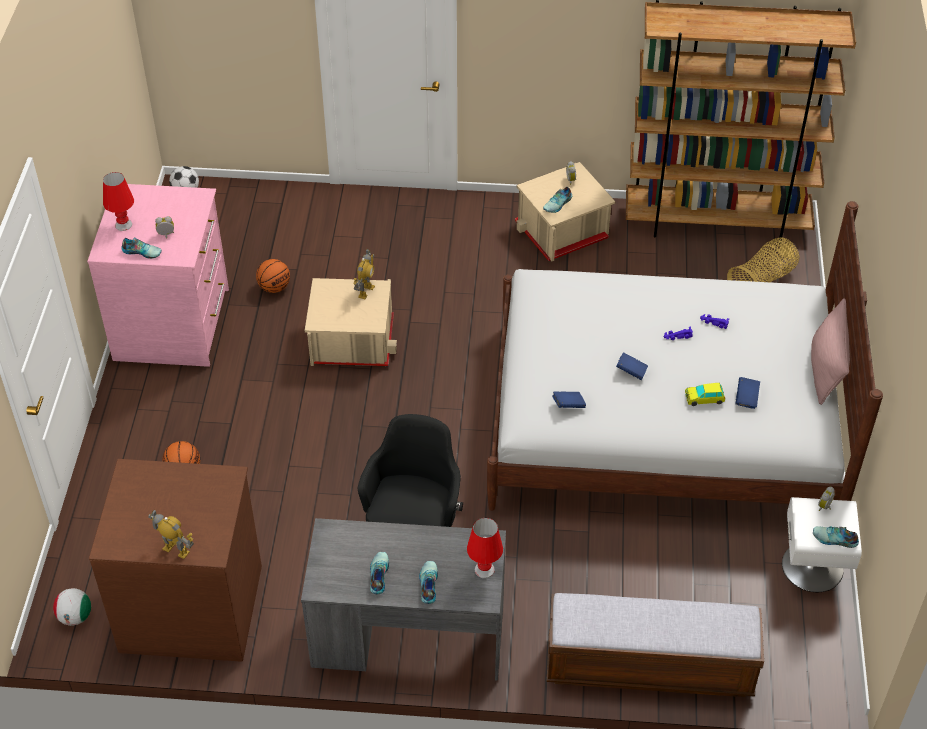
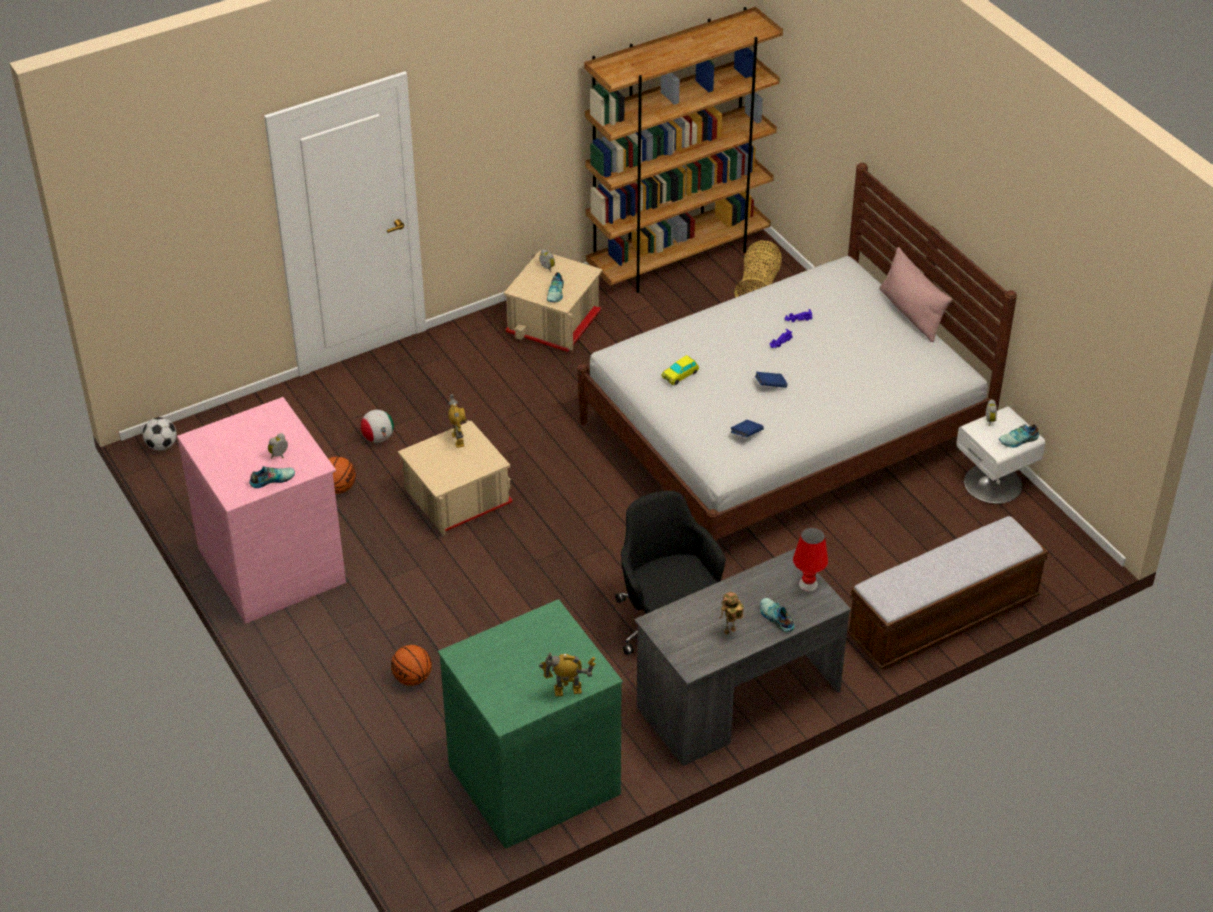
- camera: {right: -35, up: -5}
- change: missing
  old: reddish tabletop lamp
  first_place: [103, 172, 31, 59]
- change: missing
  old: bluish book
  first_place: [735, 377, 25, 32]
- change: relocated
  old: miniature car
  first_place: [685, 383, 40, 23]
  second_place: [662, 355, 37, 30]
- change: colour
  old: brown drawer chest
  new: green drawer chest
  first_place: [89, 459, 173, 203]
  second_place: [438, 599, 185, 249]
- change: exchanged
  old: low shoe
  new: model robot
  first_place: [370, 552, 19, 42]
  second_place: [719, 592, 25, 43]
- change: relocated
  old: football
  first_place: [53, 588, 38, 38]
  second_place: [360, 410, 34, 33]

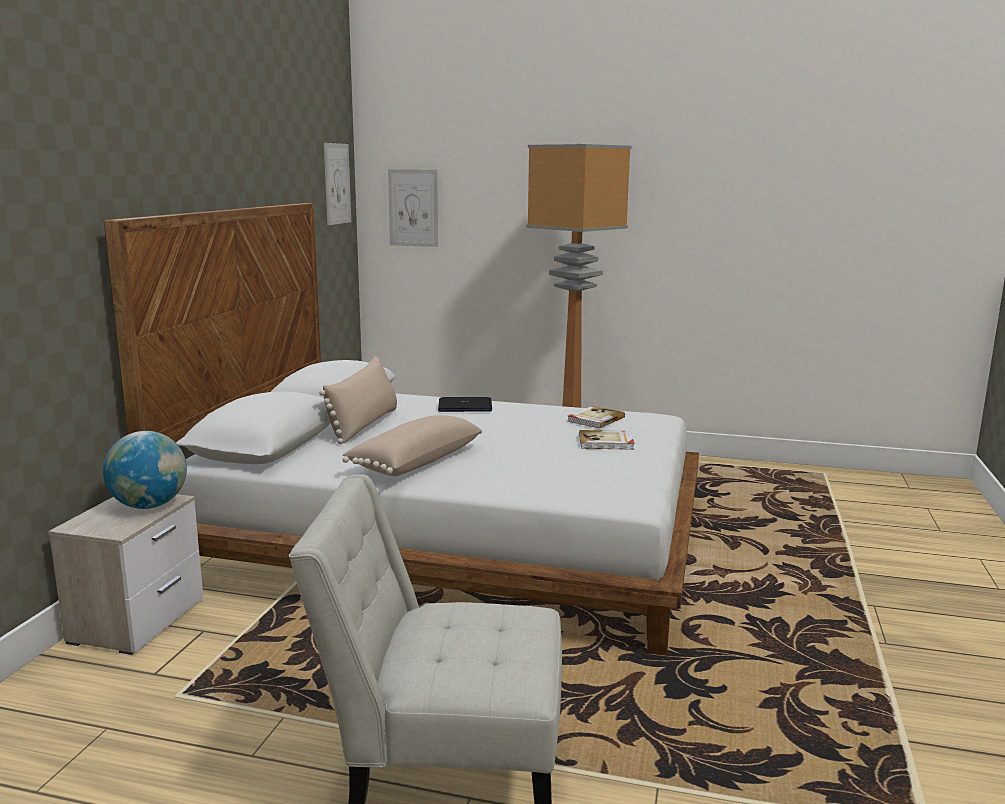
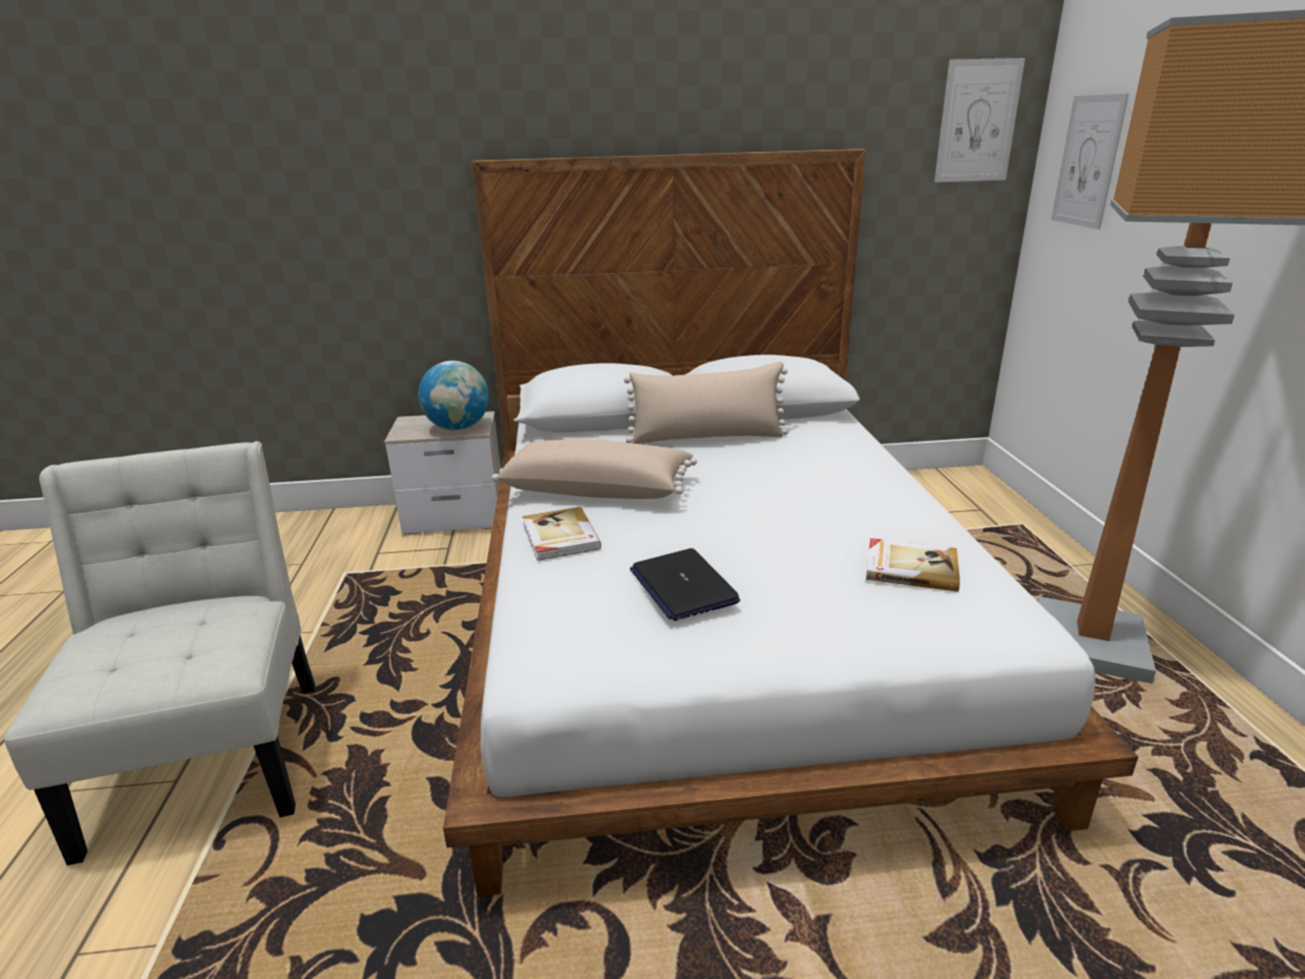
- camera: {right: 70, up: 10}
- change: relocated
  old: laptop
  first_place: [438, 397, 54, 15]
  second_place: [630, 548, 110, 73]
- change: relocated
  old: book
  first_place: [579, 430, 55, 20]
  second_place: [523, 507, 78, 54]

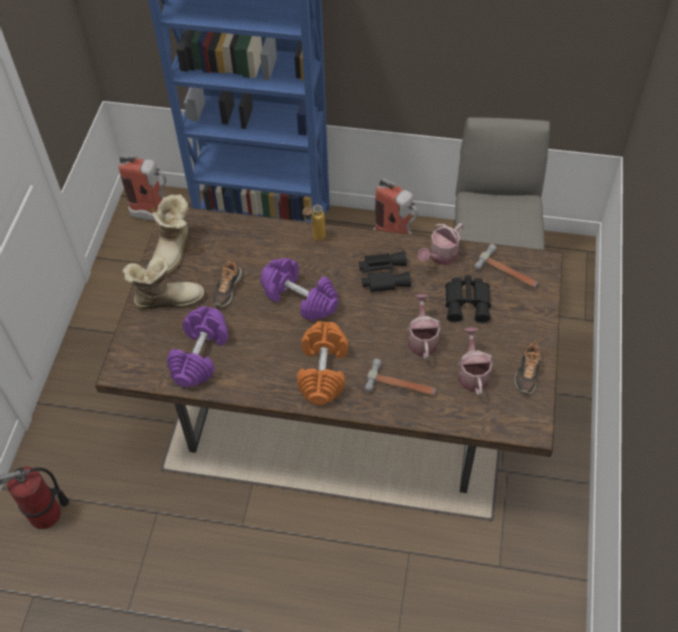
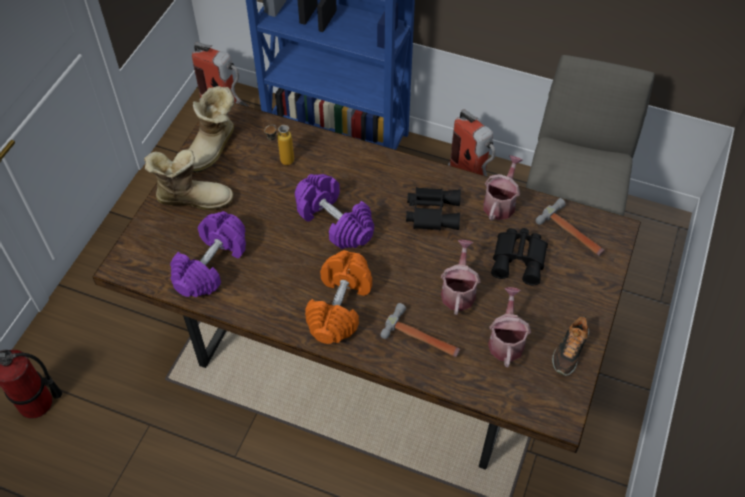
- camera: {right: 10, up: 0}
- change: relocated
  old: bottle
  first_place: [303, 205, 22, 36]
  second_place: [264, 125, 30, 40]
- change: spun
  old: watering pot
  first_place: [418, 223, 46, 42]
  second_place: [483, 155, 40, 66]
  degrees: 150
- change: missing
  old: low shoe
  first_place: [212, 259, 30, 48]

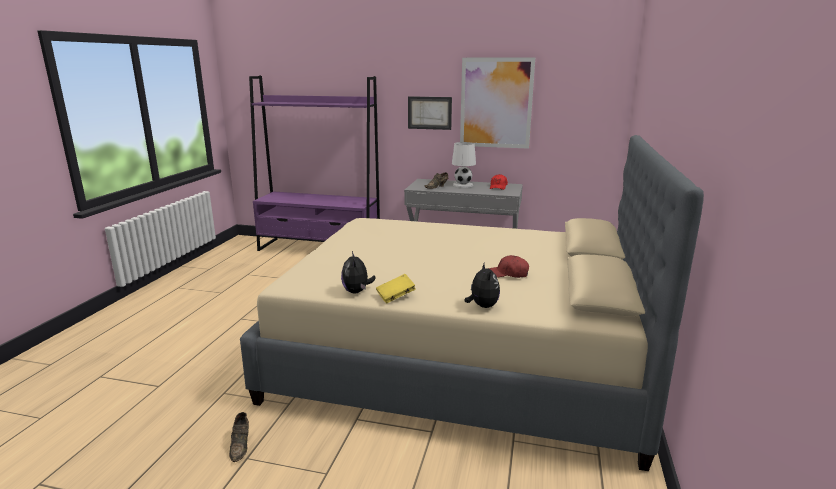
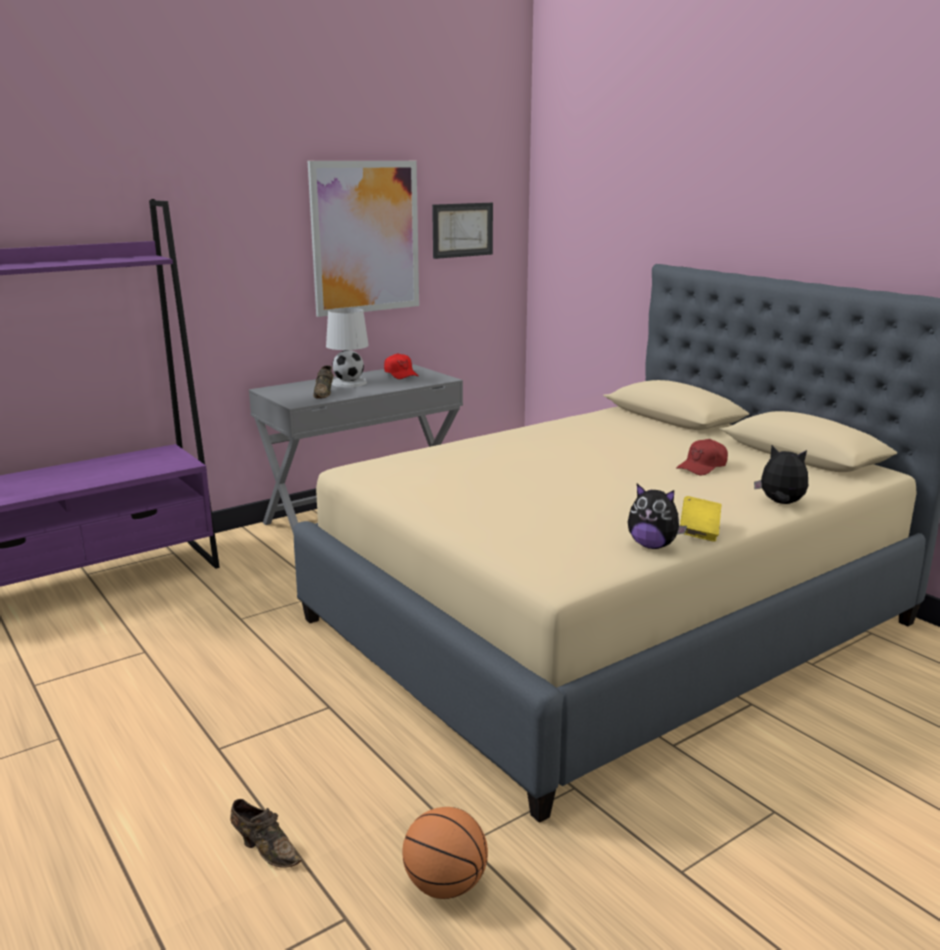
- camera: {right: -50, up: 0}
- change: relocated
  old: picture
  first_place: [408, 96, 44, 34]
  second_place: [432, 203, 61, 56]
- change: relocated
  old: brown low shoe
  first_place: [229, 412, 20, 50]
  second_place: [230, 799, 71, 69]
- change: appeared
  new: basketball
  second_place: [402, 807, 86, 92]

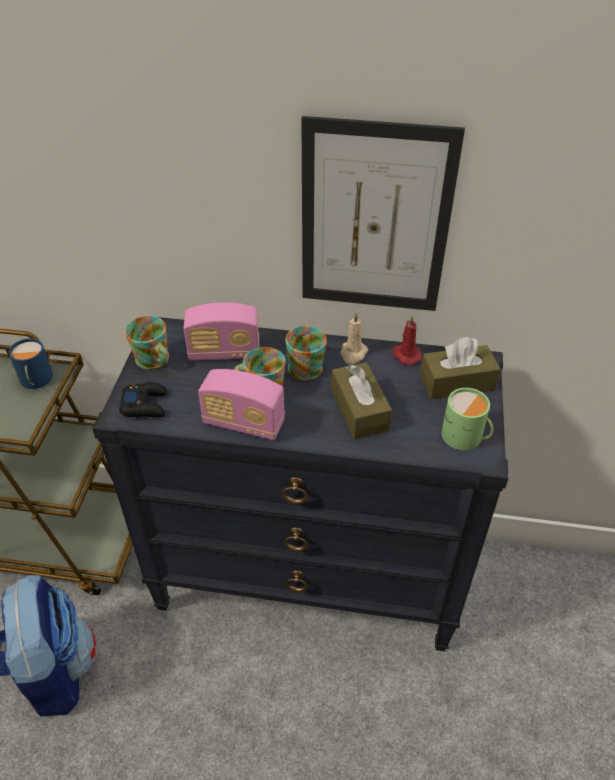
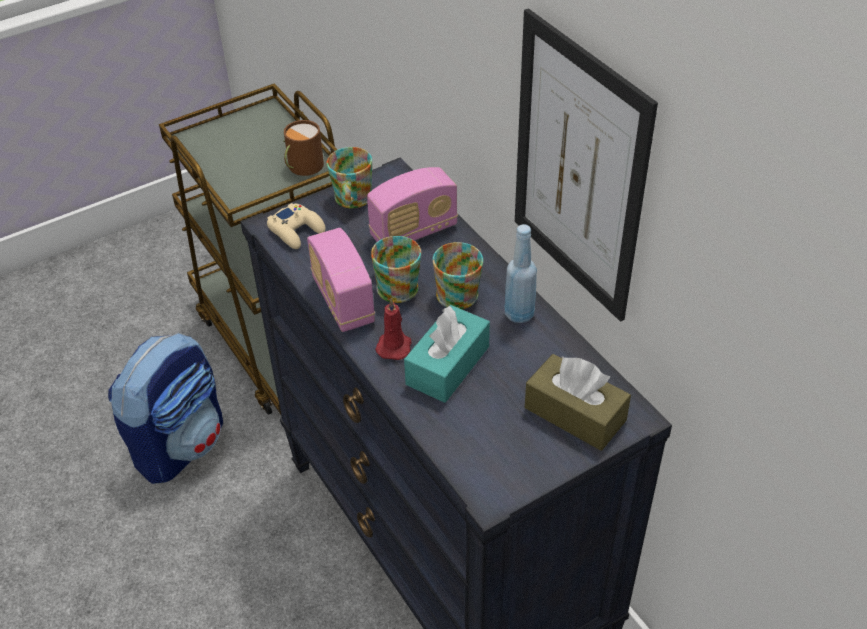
- camera: {right: 50, up: 0}
- change: spun
  old: radio receiver
  first_place: [184, 302, 75, 58]
  second_place: [367, 167, 91, 75]
  degrees: -75
- change: exchanged
  old: beige wax light
  new: bluish bottle
  first_place: [340, 313, 28, 52]
  second_place: [504, 224, 33, 99]
- change: relocated
  old: reddish wax light
  first_place: [393, 315, 29, 50]
  second_place: [375, 298, 36, 62]
- change: colour
  old: bluish mug
  new: brown mug
  first_place: [9, 338, 44, 51]
  second_place: [283, 120, 41, 56]
- change: colour
  old: brown tissue holder
  new: turquoise tissue holder
  first_place: [331, 362, 61, 77]
  second_place: [404, 305, 86, 98]
- change: colour
  old: black gamepad
  new: beige gamepad
  first_place: [119, 382, 48, 36]
  second_place: [267, 203, 59, 46]
- change: missing
  old: green mug
  first_place: [442, 388, 52, 62]

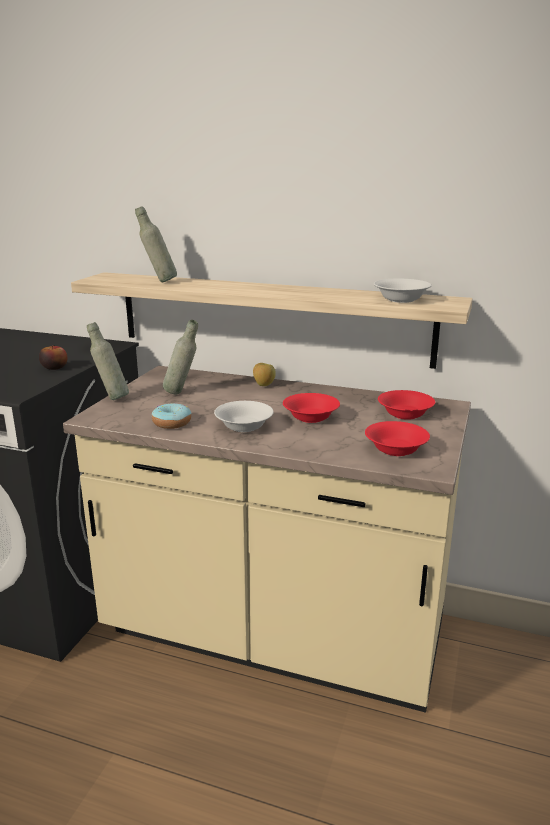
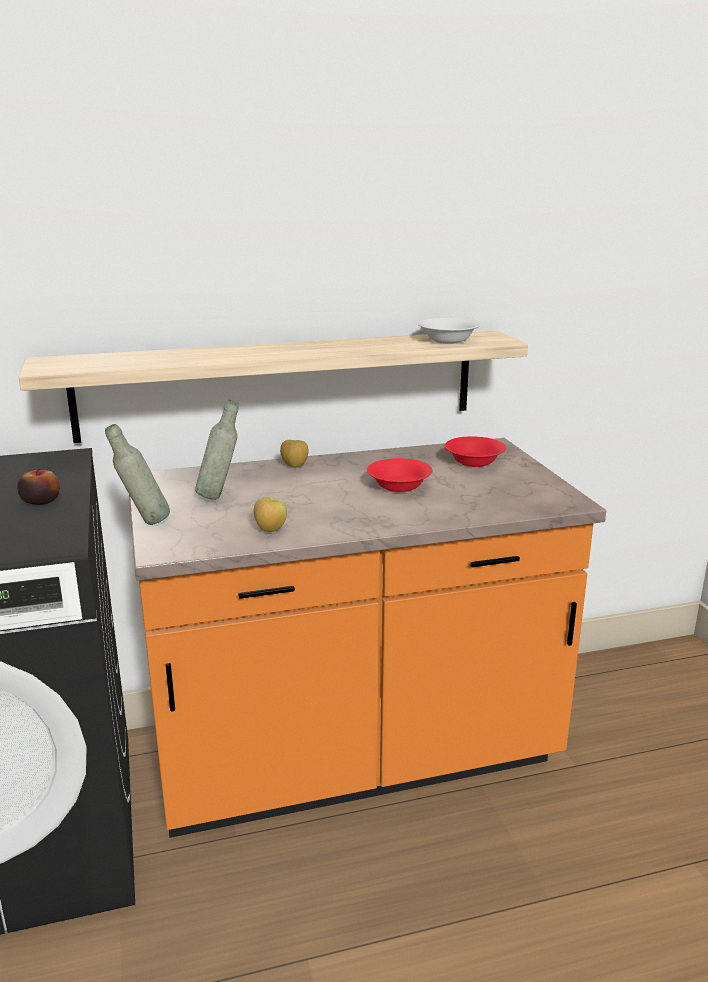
- camera: {right: -35, up: 0}
- change: missing
  old: grey bottle
  first_place: [135, 206, 42, 76]
- change: colour
  old: beige counter
  new: orange-coloured counter
  first_place: [63, 366, 408, 347]
  second_place: [129, 438, 477, 400]
- change: missing
  old: whitish deep dish
  first_place: [214, 401, 60, 31]
- change: exchanged
  old: donut
  new: apple fruit
  first_place: [152, 403, 39, 26]
  second_place: [254, 497, 33, 35]
- change: missing
  old: reddish deep dish
  first_place: [365, 421, 65, 35]

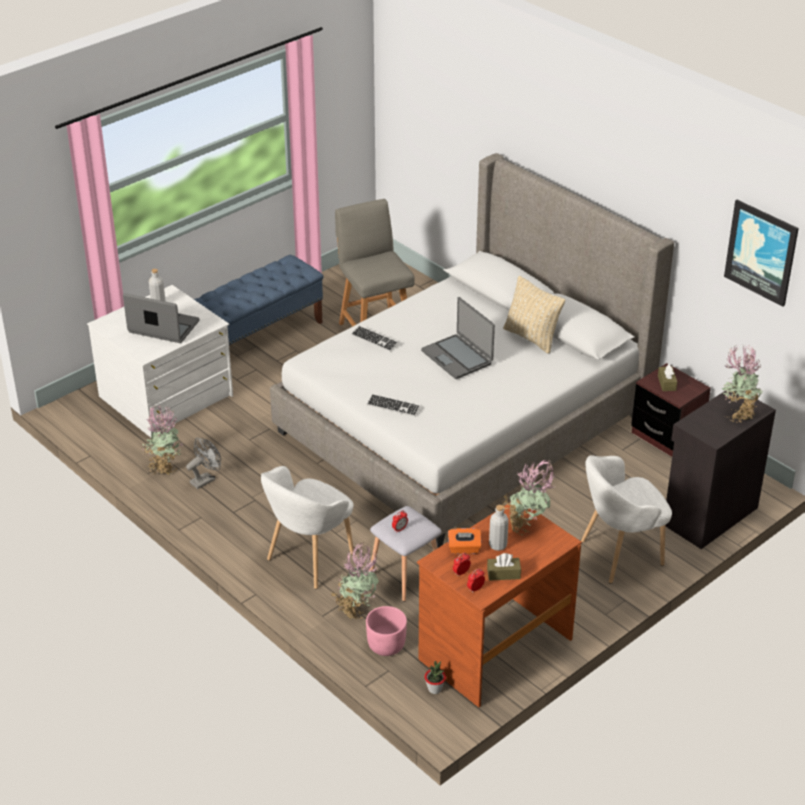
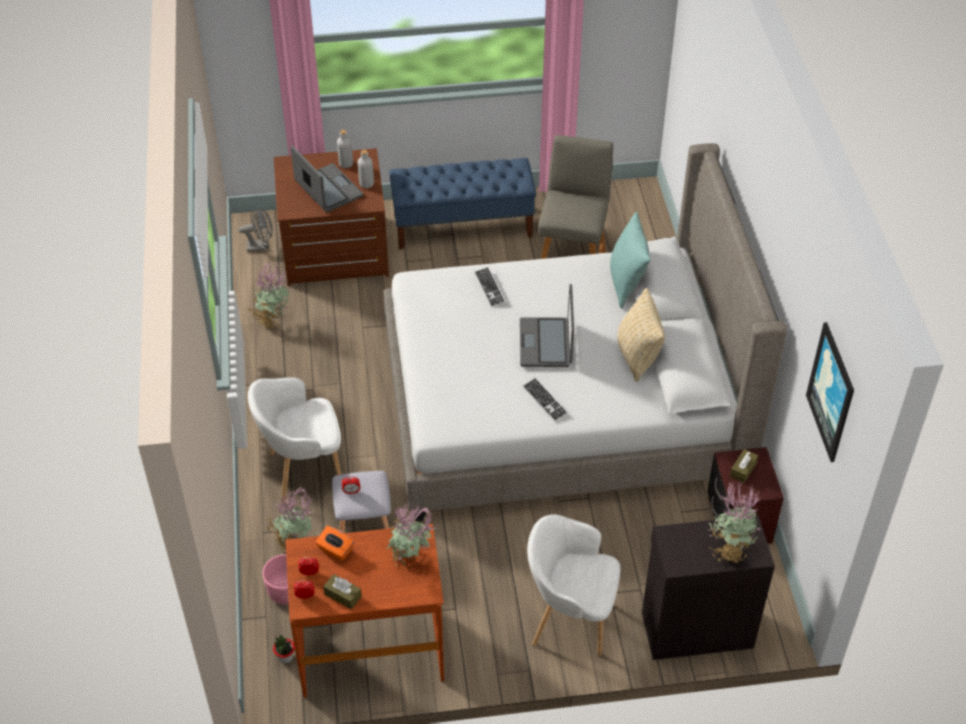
- camera: {right: 35, up: 10}
- change: colour
  old: whitish drawer chest
  new: brown drawer chest
  first_place: [87, 285, 146, 152]
  second_place: [274, 148, 115, 138]
- change: relocated
  old: keyboard
  first_place: [367, 394, 54, 23]
  second_place: [523, 378, 45, 44]
- change: relocated
  old: grey fan
  first_place: [186, 438, 35, 51]
  second_place: [239, 207, 34, 45]
- change: relocated
  old: grey bottle
  first_place: [489, 505, 20, 46]
  second_place: [358, 150, 16, 38]
- change: appeared
  new: turquoise throw pillow
  second_place: [610, 211, 41, 98]

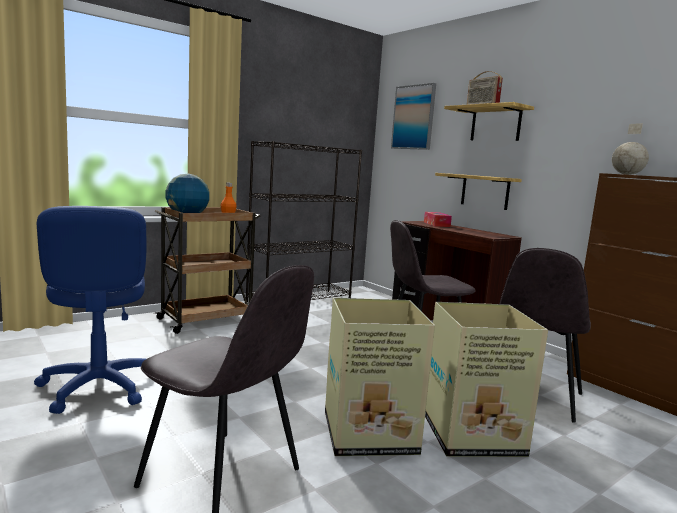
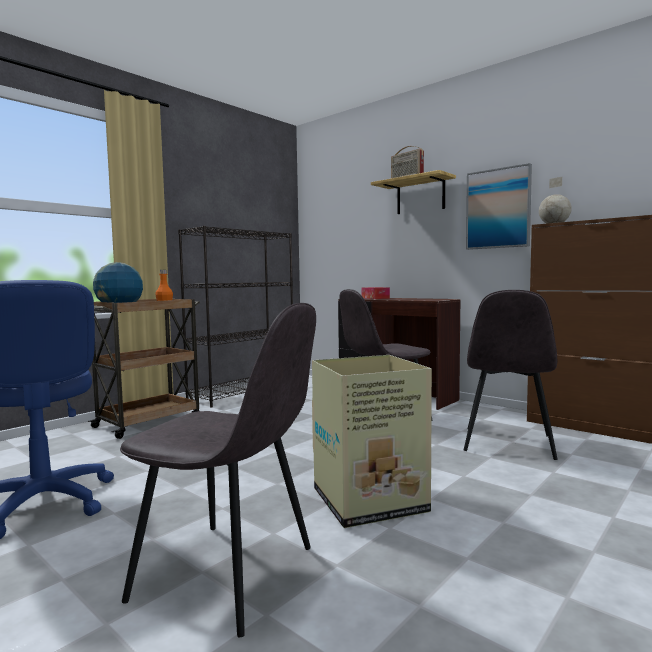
- camera: {right: -10, up: -5}
- change: relocated
  old: picture
  first_place: [391, 83, 45, 67]
  second_place: [466, 163, 66, 87]
- change: missing
  old: wall shelf
  first_place: [435, 173, 87, 37]
- change: missing
  old: carton
  first_place: [425, 302, 123, 155]

